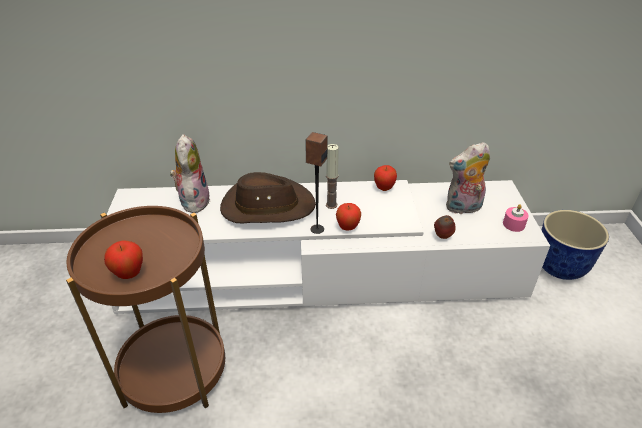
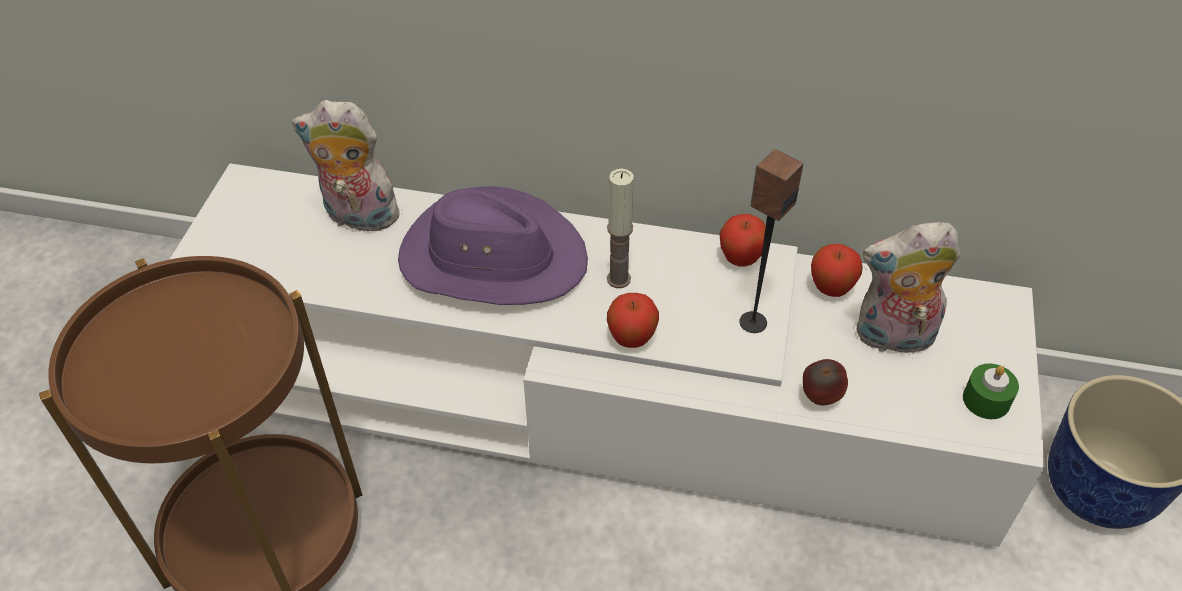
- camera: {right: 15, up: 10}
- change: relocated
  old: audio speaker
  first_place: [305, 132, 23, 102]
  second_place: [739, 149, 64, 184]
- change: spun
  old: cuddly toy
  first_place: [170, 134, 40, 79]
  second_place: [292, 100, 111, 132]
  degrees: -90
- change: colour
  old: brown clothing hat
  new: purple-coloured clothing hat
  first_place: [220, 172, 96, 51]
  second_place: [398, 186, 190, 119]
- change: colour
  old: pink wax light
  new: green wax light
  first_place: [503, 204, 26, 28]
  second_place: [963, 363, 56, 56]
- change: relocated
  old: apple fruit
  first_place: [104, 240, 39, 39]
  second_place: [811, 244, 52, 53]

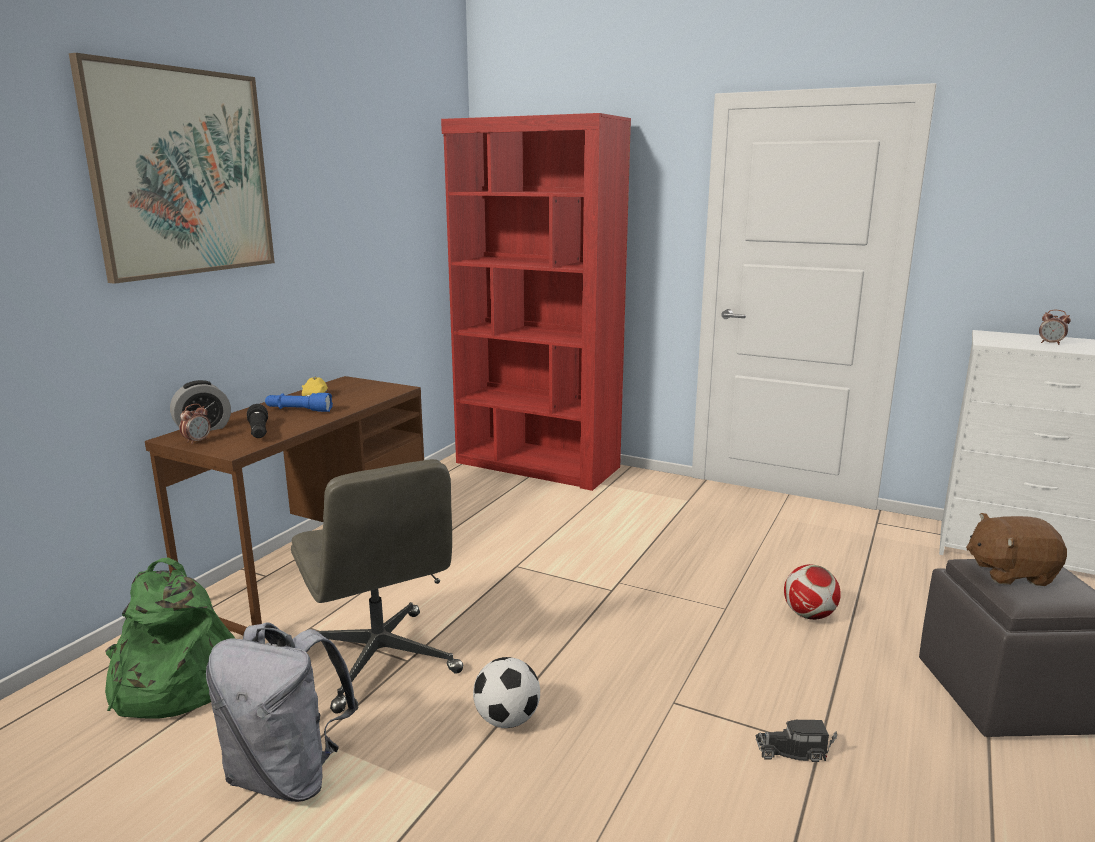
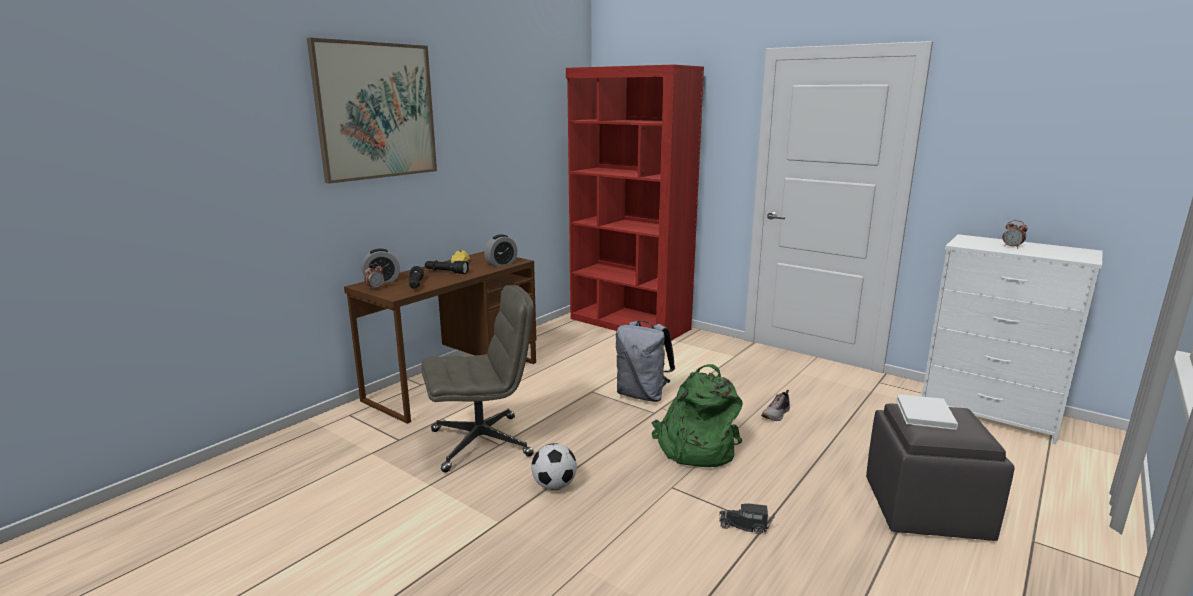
- camera: {right: 10, up: 0}
- change: colour
  old: bluish torch
  new: black torch
  first_place: [265, 393, 68, 19]
  second_place: [425, 260, 44, 14]
- change: spun
  old: grey computer chair
  first_place: [291, 459, 172, 255]
  second_place: [421, 285, 113, 187]
  degrees: -90
- change: exchanged
  old: brown cuddly toy
  new: whitish book
  first_place: [966, 513, 101, 73]
  second_place: [896, 394, 62, 36]
- change: relocated
  old: green rucksack
  first_place: [105, 558, 130, 161]
  second_place: [652, 364, 91, 103]
- change: missing
  old: football
  first_place: [784, 564, 57, 56]
- change: relocated
  old: grey rucksack
  first_place: [206, 622, 153, 180]
  second_place: [616, 321, 59, 81]
- change: appeared
  new: alarm clock
  second_place: [484, 234, 33, 33]
- change: appeared
  new: low shoe
  second_place: [761, 390, 29, 31]

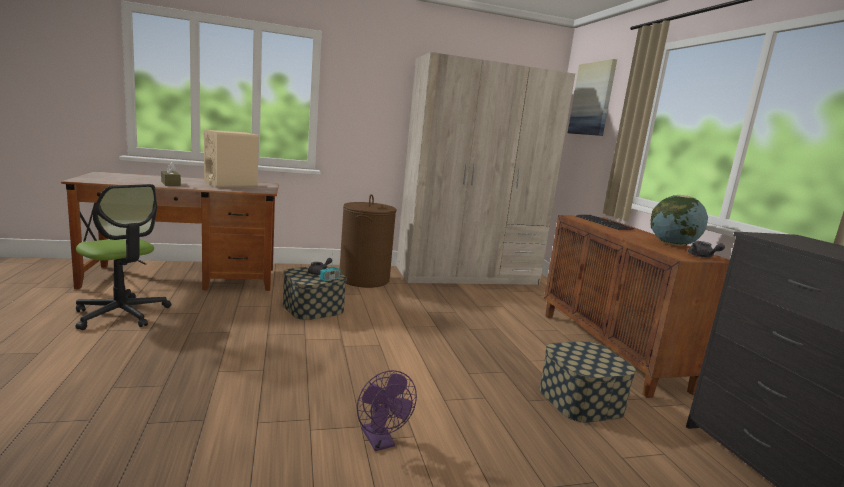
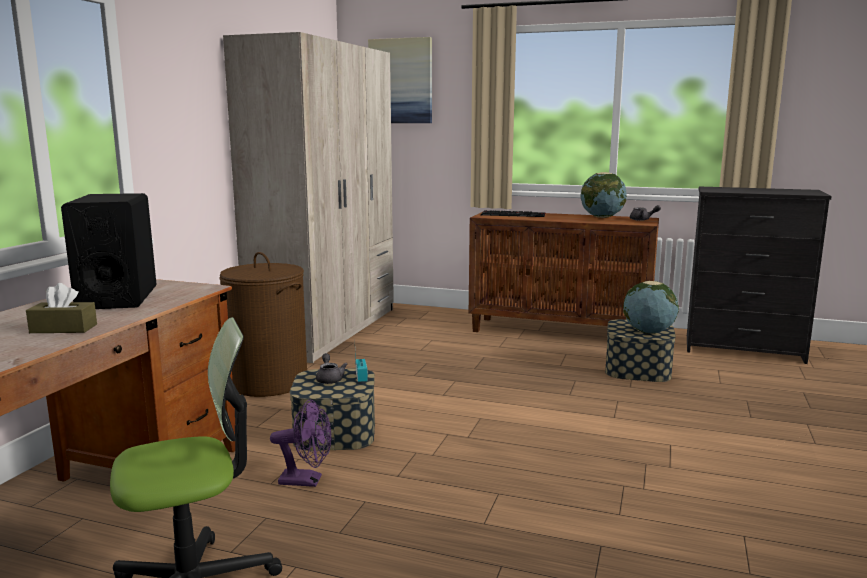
- camera: {right: -55, up: 0}
- change: colour
  old: beige audio speaker
  new: black audio speaker
  first_place: [204, 130, 55, 58]
  second_place: [61, 193, 95, 116]
- change: relocated
  old: purple-coloured fan
  first_place: [357, 370, 60, 81]
  second_place: [270, 399, 62, 88]
- change: appeared
  new: globe
  second_place: [623, 281, 56, 53]

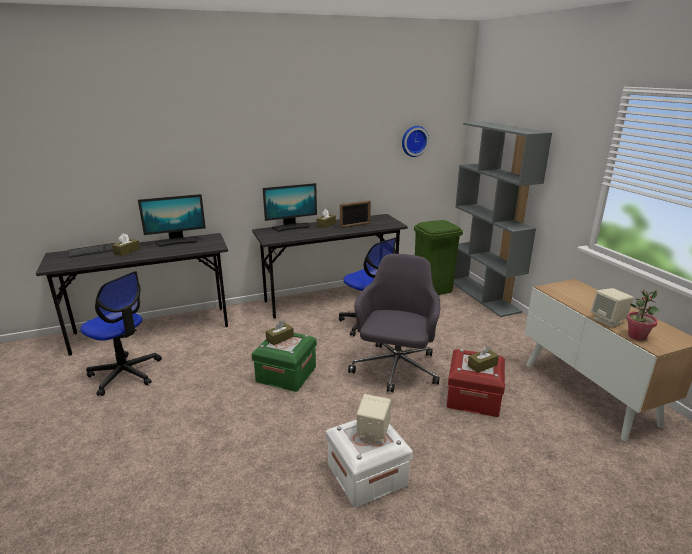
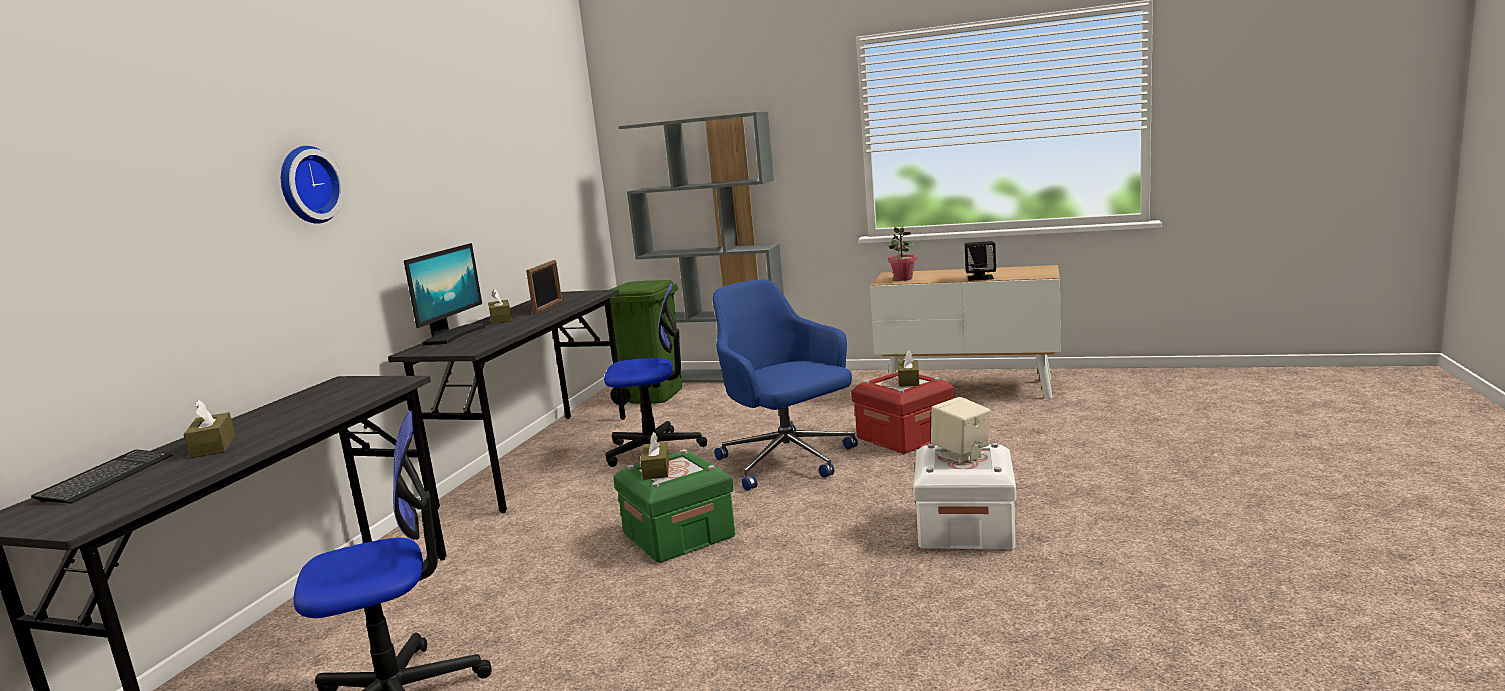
- camera: {right: -50, up: -10}
- change: relocated
  old: hanging clock
  first_place: [402, 126, 27, 31]
  second_place: [281, 146, 64, 78]
- change: missing
  old: computer display
  first_place: [138, 194, 68, 53]
- change: colour
  old: grey computer chair
  new: bluish computer chair
  first_place: [348, 254, 92, 138]
  second_place: [712, 279, 146, 212]
- change: colour
  old: beige audio speaker
  new: black audio speaker
  first_place: [591, 288, 43, 39]
  second_place: [965, 241, 31, 40]
- change: relocated
  old: houseplant
  first_place: [626, 290, 33, 51]
  second_place: [888, 225, 29, 56]

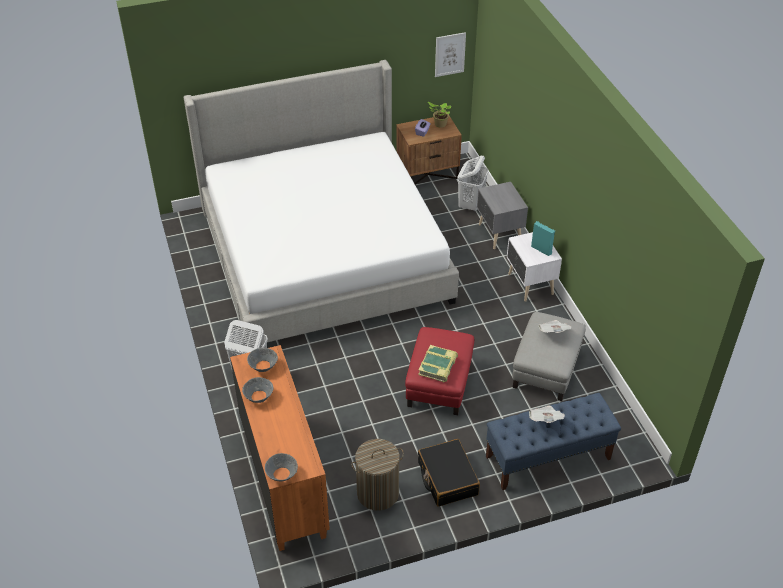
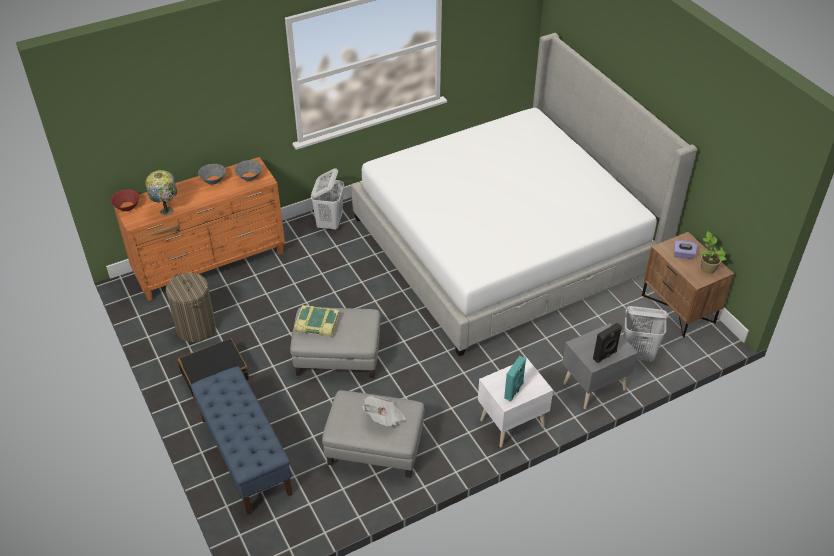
- camera: {right: 80, up: 0}
- change: missing
  old: picture
  first_place: [435, 32, 31, 45]
- change: colour
  old: reddish ottoman
  new: grey ottoman
  first_place: [405, 327, 69, 88]
  second_place: [290, 307, 90, 71]
- change: missing
  old: newspaper
  first_place: [529, 406, 36, 17]
- change: colour
  old: grey deep dish
  new: reddish deep dish
  first_place: [265, 453, 33, 28]
  second_place: [111, 189, 28, 22]
- change: appeared
  new: tabletop lamp
  second_place: [145, 170, 32, 46]
- change: appeared
  new: black audio speaker
  second_place: [593, 323, 29, 40]

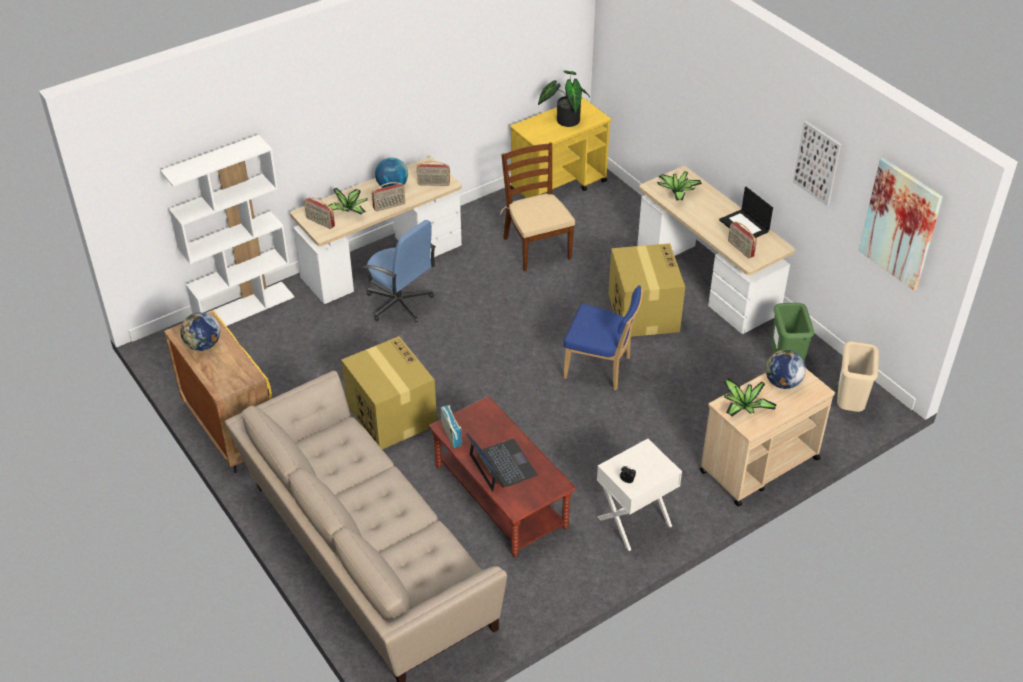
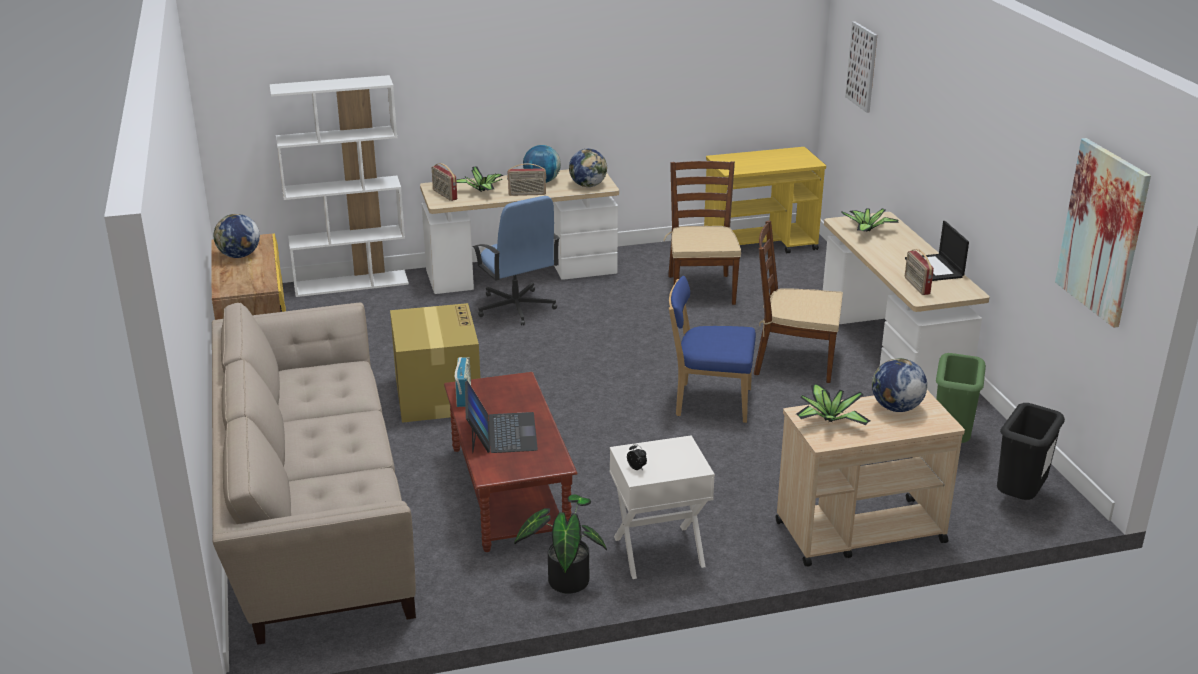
- camera: {right: 20, up: -15}
- change: relocated
  old: houseplant
  first_place: [538, 70, 52, 57]
  second_place: [514, 494, 93, 100]
- change: relocated
  old: picture
  first_place: [793, 121, 49, 85]
  second_place: [845, 21, 32, 92]
- change: exchanged
  old: radio receiver
  new: globe
  first_place: [417, 161, 33, 25]
  second_place: [569, 149, 38, 38]
- change: exchanged
  old: carton
  new: brown plain chair
  first_place: [608, 243, 77, 94]
  second_place: [754, 221, 89, 162]
- change: spun
  old: bluish plain chair
  first_place: [563, 285, 81, 106]
  second_place: [669, 276, 87, 147]
  degrees: 150
- change: colour
  old: beige waste bin
  new: black waste bin
  first_place: [837, 341, 42, 71]
  second_place: [997, 403, 68, 97]

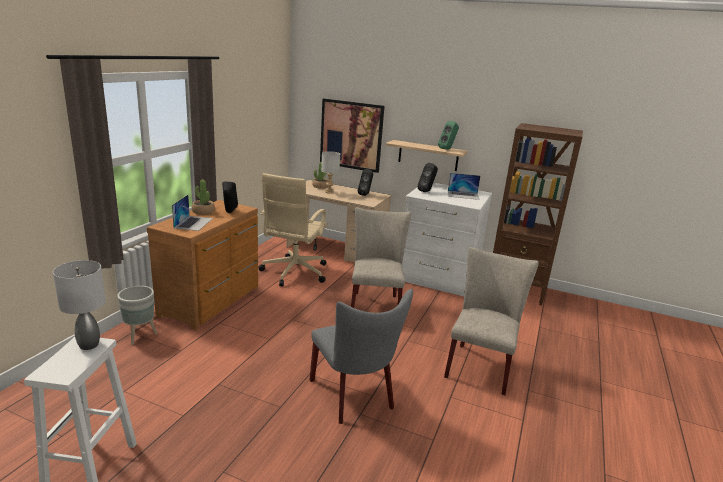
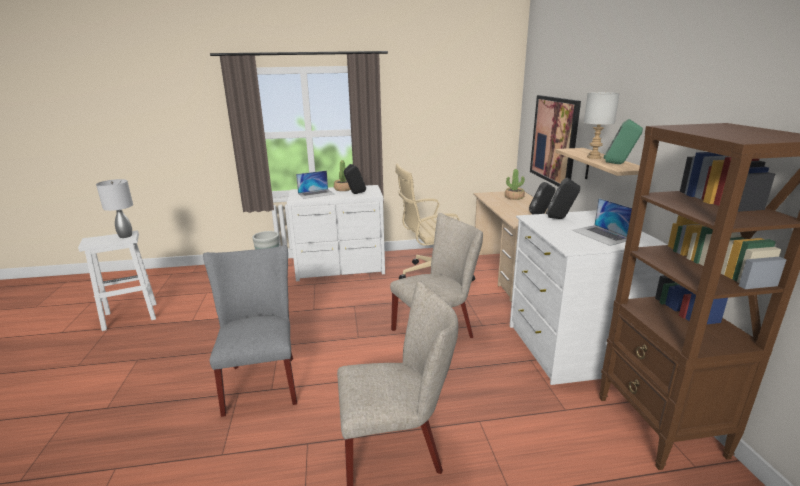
- camera: {right: 60, up: 0}
- change: relocated
  old: grey tabletop lamp
  first_place: [321, 151, 19, 43]
  second_place: [584, 92, 36, 67]
- change: colour
  old: brown drawer chest
  new: whitish drawer chest
  first_place: [147, 200, 111, 130]
  second_place: [287, 185, 98, 96]
- change: spun
  old: grey plain chair
  first_place: [310, 289, 103, 135]
  second_place: [203, 245, 94, 172]
  degrees: 135

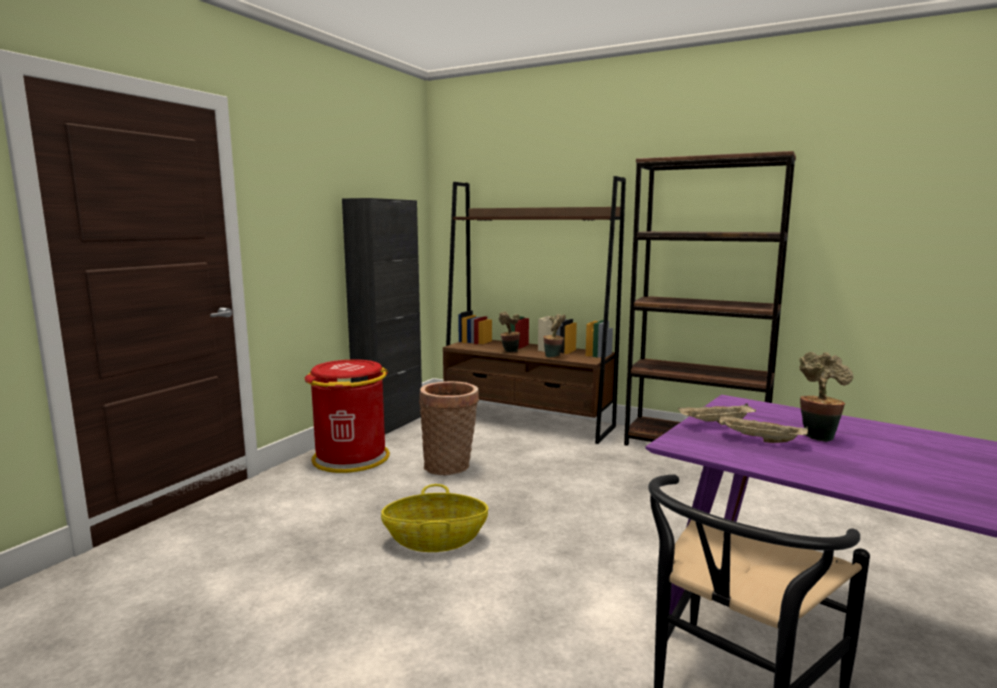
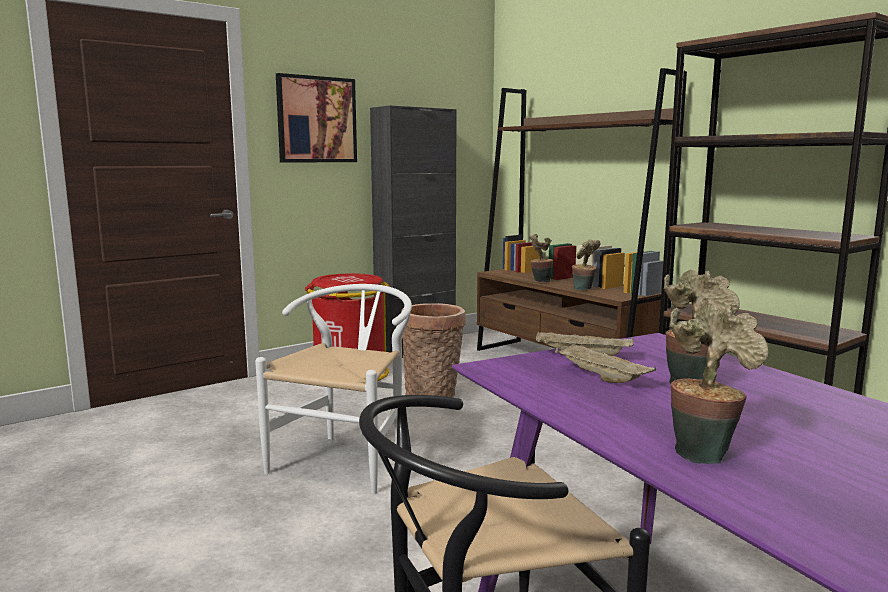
- camera: {right: 25, up: 0}
- change: exchanged
  old: household basket
  new: whitish plain chair
  first_place: [381, 484, 107, 68]
  second_place: [255, 284, 157, 210]
- change: appeared
  new: picture
  second_place: [276, 73, 81, 89]
- change: appeared
  new: houseplant
  second_place: [669, 303, 99, 161]

